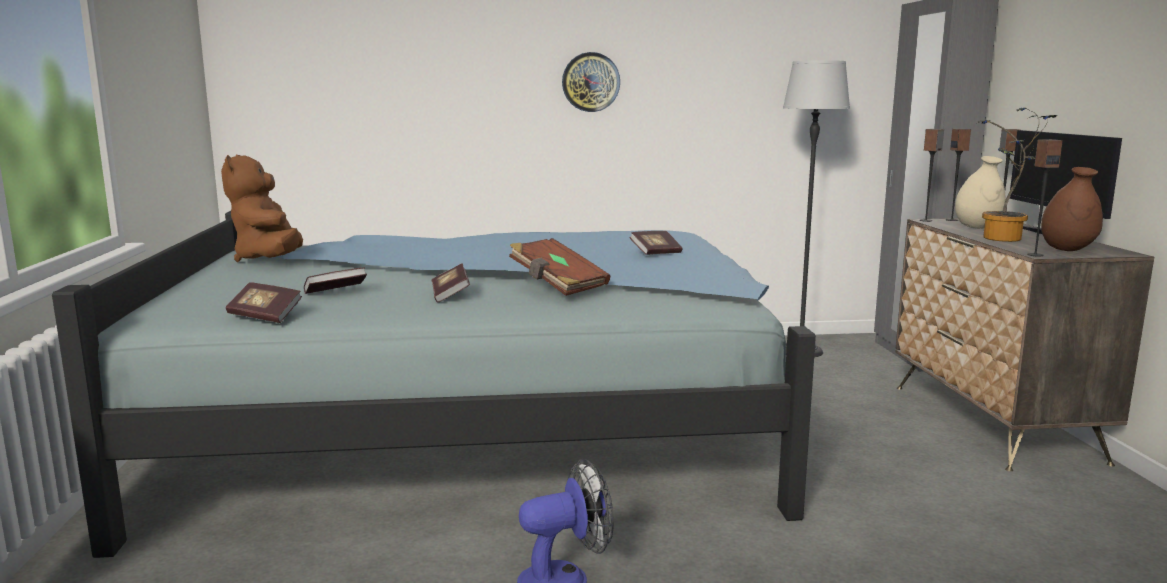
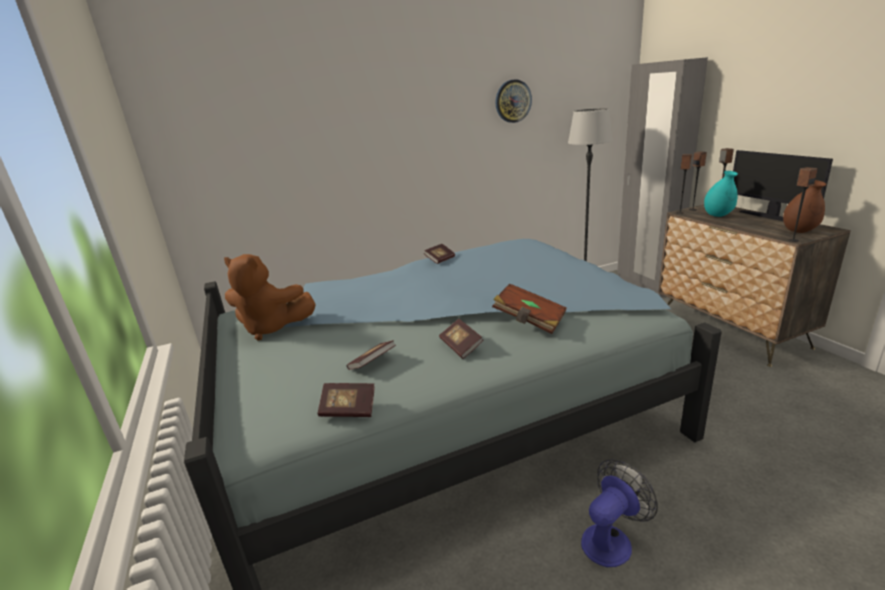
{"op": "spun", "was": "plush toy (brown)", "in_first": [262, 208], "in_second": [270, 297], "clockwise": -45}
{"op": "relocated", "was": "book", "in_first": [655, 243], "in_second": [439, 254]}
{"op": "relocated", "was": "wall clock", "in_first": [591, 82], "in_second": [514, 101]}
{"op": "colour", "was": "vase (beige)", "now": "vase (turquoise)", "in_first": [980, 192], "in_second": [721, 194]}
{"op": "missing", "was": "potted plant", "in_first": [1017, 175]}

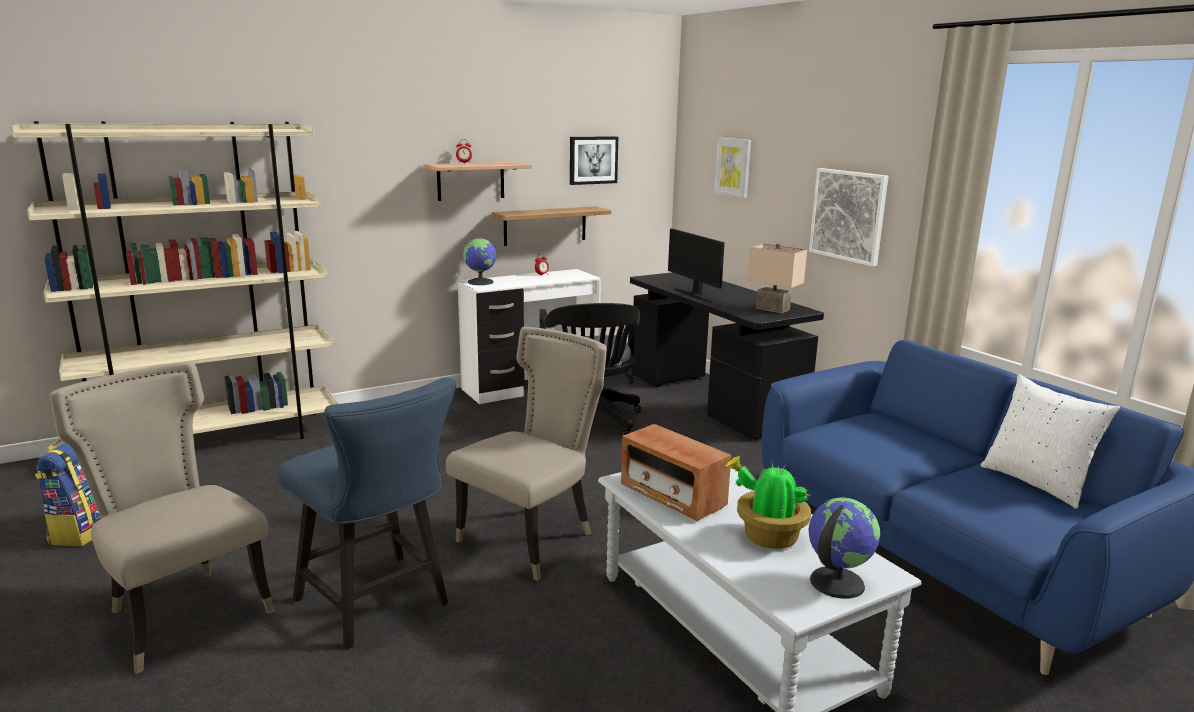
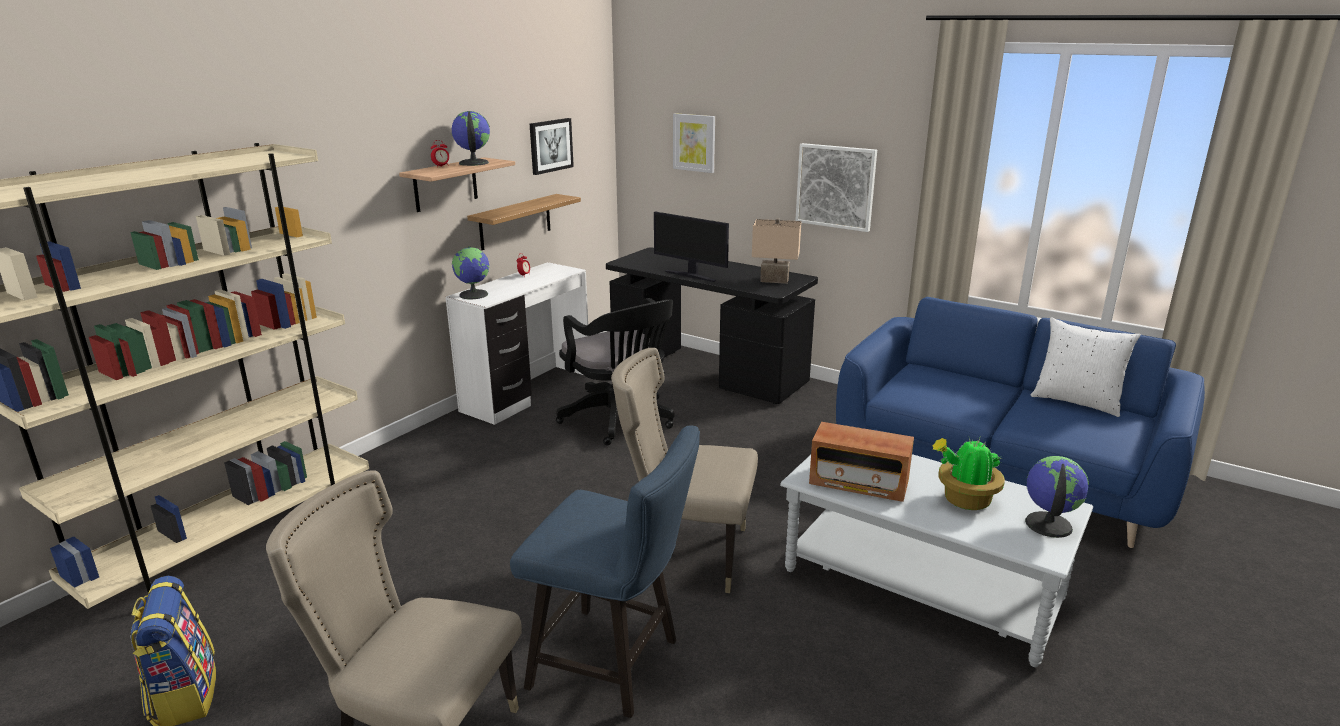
{"op": "appeared", "now": "globe", "in_second": [471, 138]}
{"op": "spun", "was": "chair (beige)", "in_first": [526, 454], "in_second": [684, 470], "clockwise": -90}

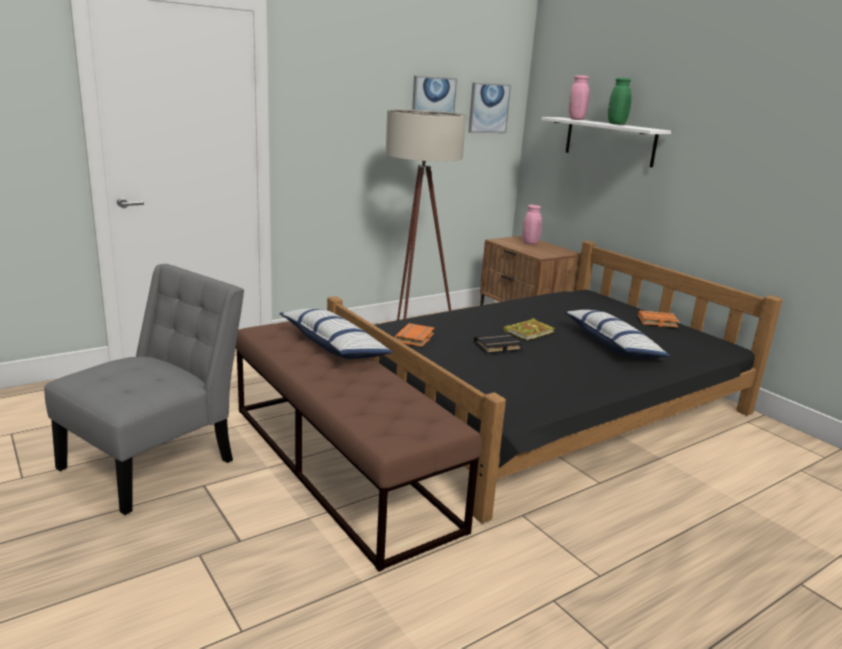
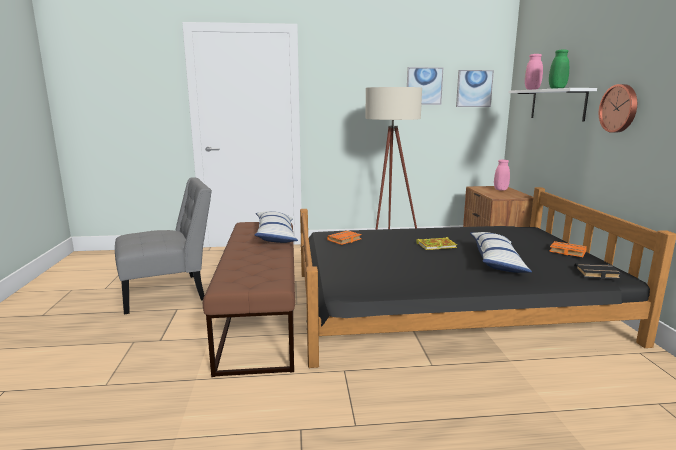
{"op": "relocated", "was": "book (black)", "in_first": [498, 344], "in_second": [598, 271]}
{"op": "appeared", "now": "wall clock", "in_second": [618, 108]}

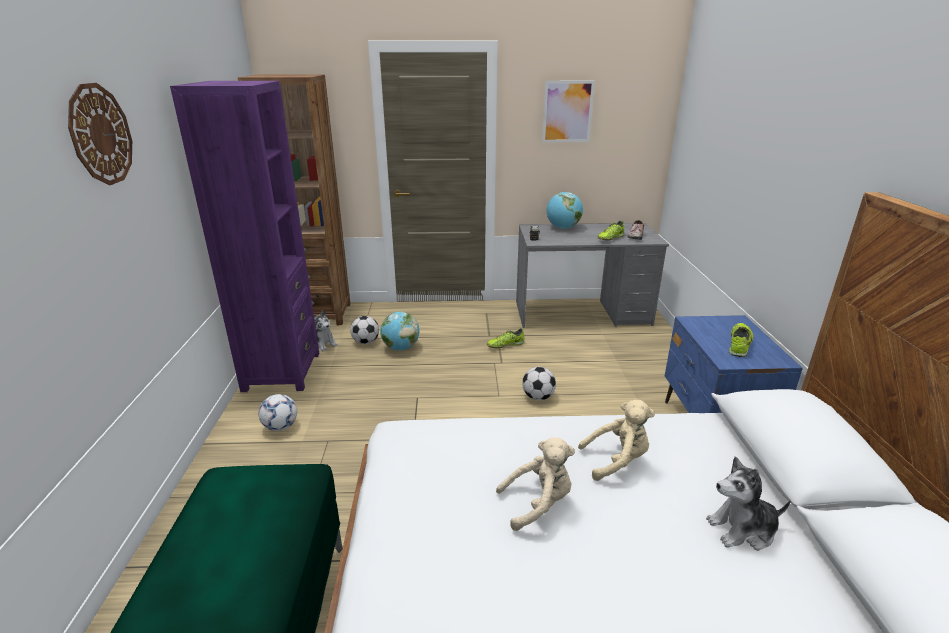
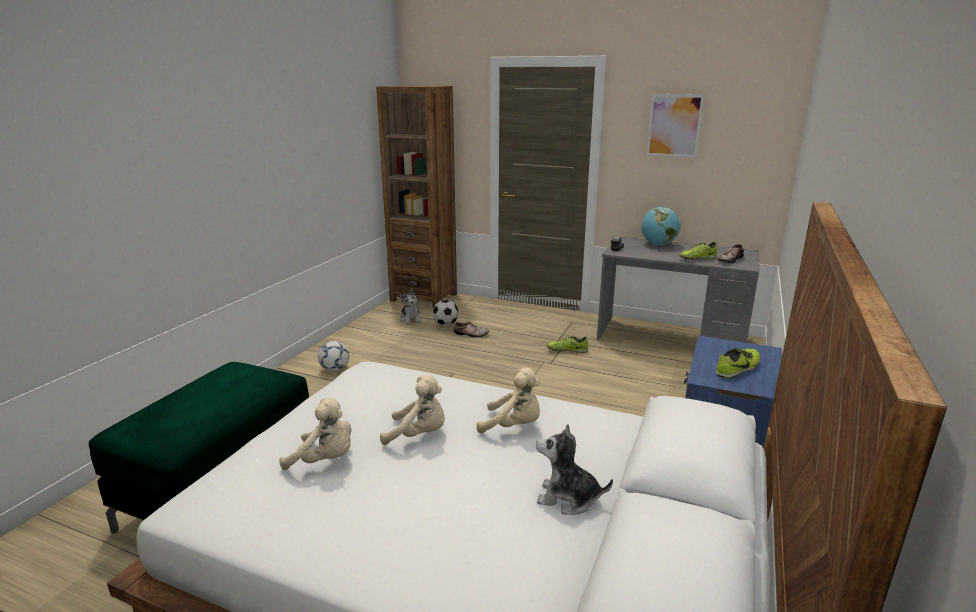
{"op": "appeared", "now": "plush toy (beige)", "in_second": [315, 434]}
{"op": "exchanged", "was": "globe", "now": "shoe", "in_first": [399, 331], "in_second": [471, 330]}
{"op": "missing", "was": "wall clock", "in_first": [100, 134]}
{"op": "missing", "was": "bookcase (purple)", "in_first": [244, 236]}
{"op": "missing", "was": "football", "in_first": [539, 383]}

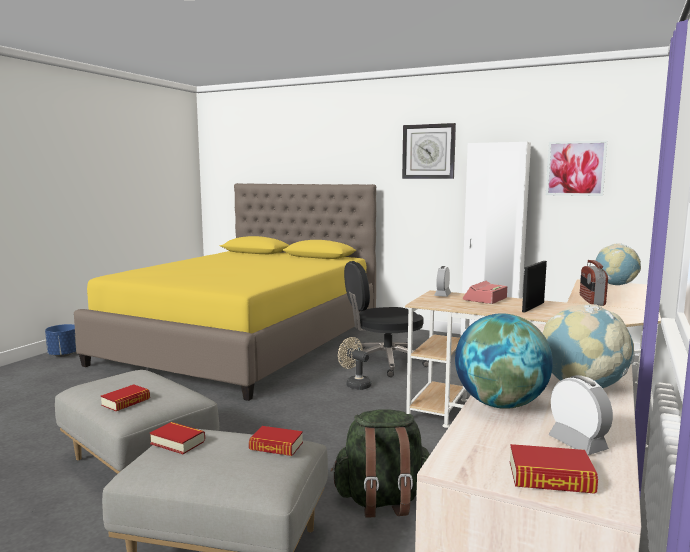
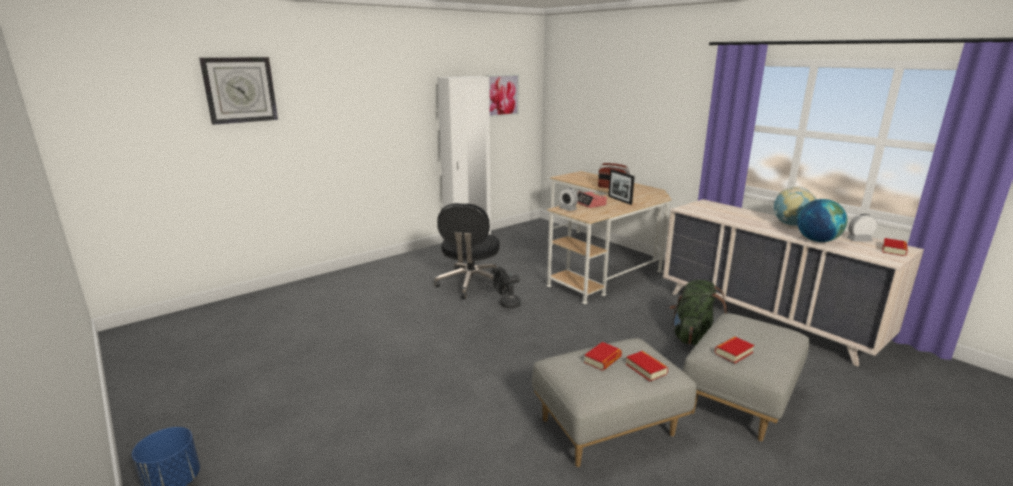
{"op": "relocated", "was": "wall clock", "in_first": [429, 151], "in_second": [238, 91]}
{"op": "colour", "was": "fan (beige)", "now": "fan (black)", "in_first": [355, 363], "in_second": [507, 288]}
{"op": "relocated", "was": "book", "in_first": [276, 441], "in_second": [603, 356]}
{"op": "missing", "was": "bed (yellow)", "in_first": [225, 292]}
{"op": "missing", "was": "globe", "in_first": [618, 264]}

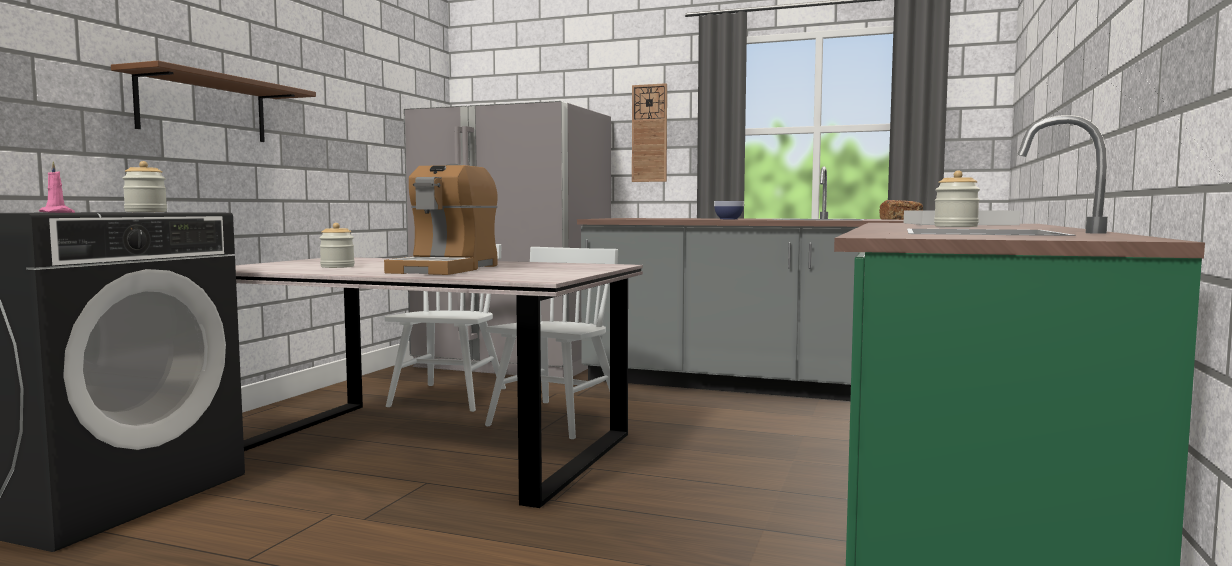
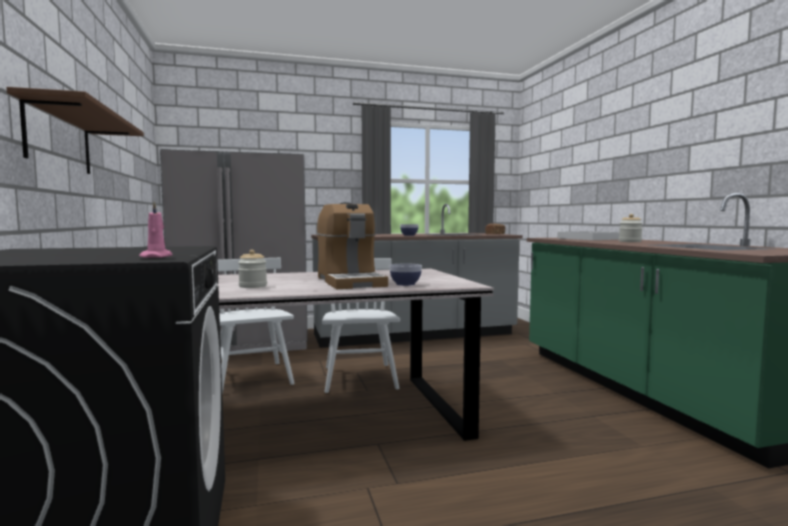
{"op": "appeared", "now": "bowl", "in_second": [406, 275]}
{"op": "missing", "was": "jar", "in_first": [144, 186]}
{"op": "missing", "was": "wall clock", "in_first": [649, 132]}

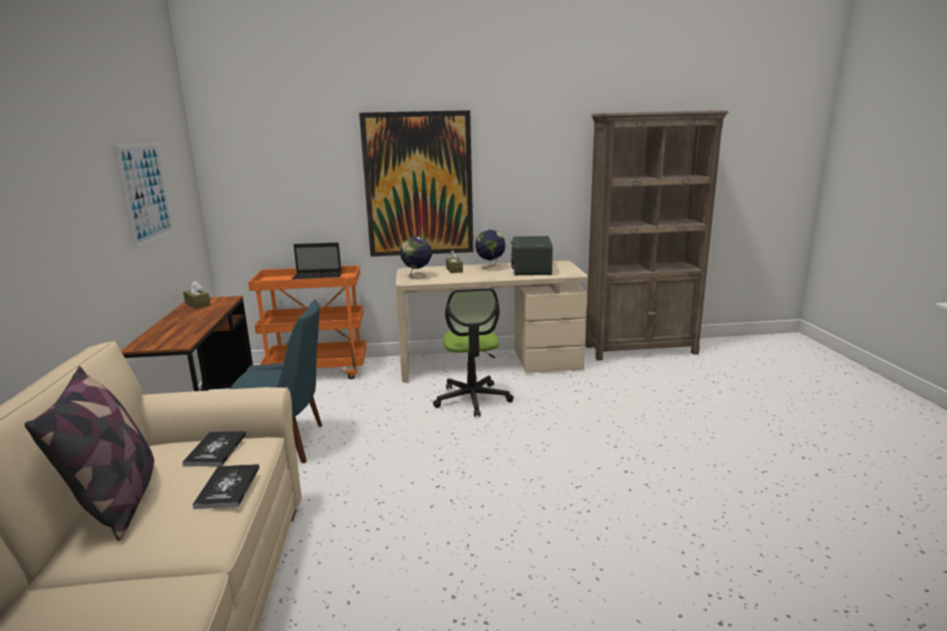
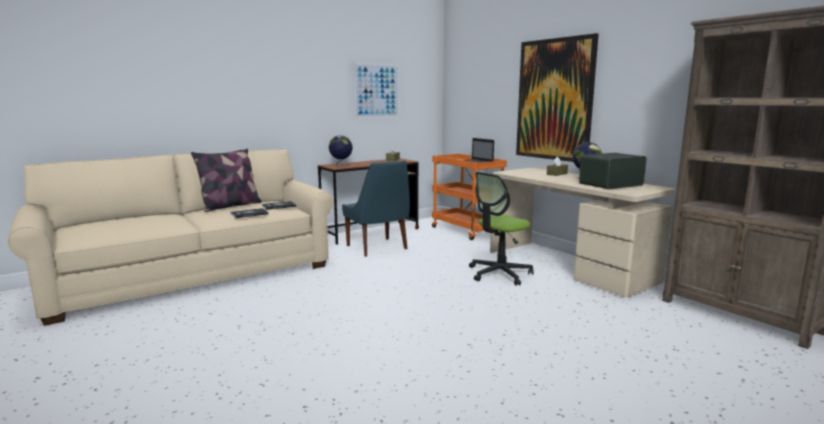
{"op": "relocated", "was": "globe", "in_first": [416, 257], "in_second": [341, 151]}

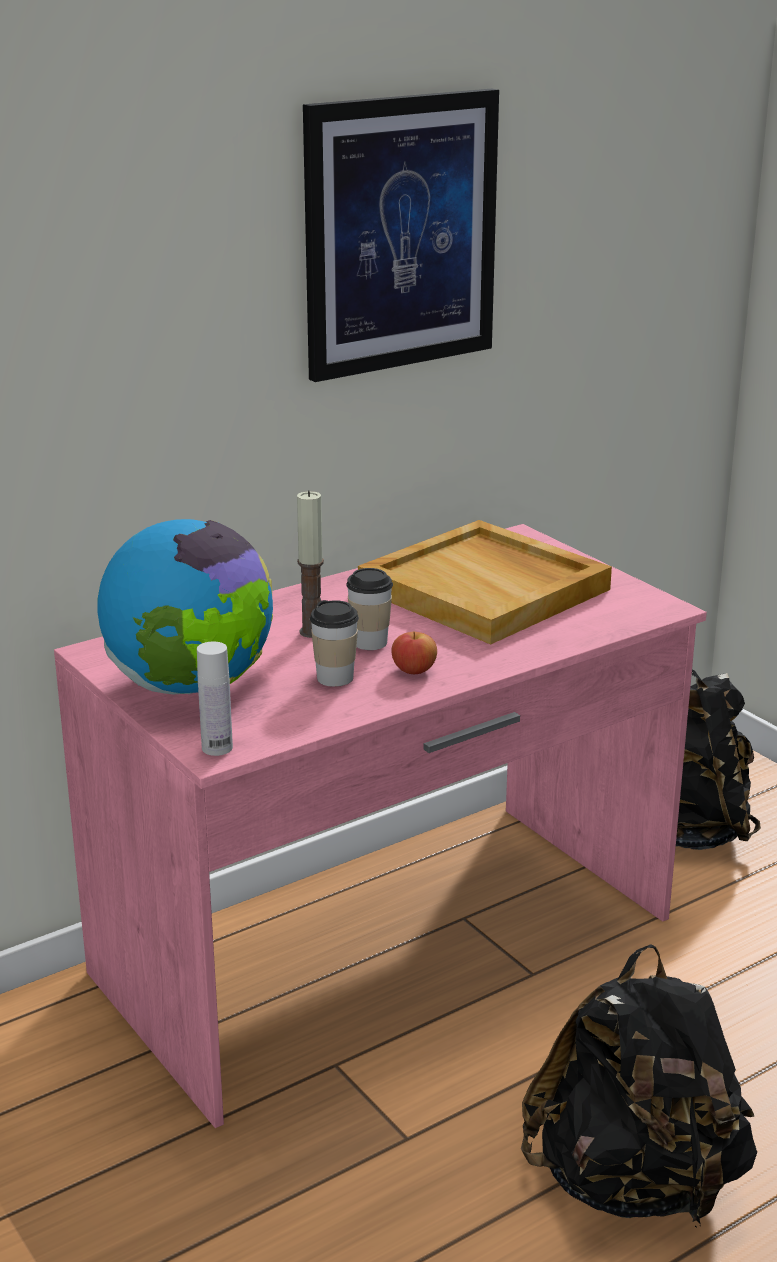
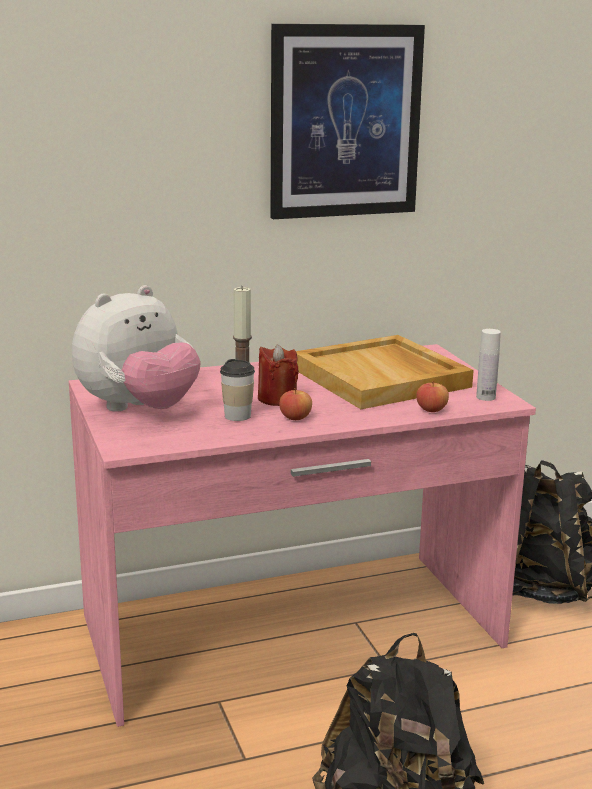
{"op": "exchanged", "was": "globe", "now": "plush toy", "in_first": [185, 606], "in_second": [136, 348]}
{"op": "exchanged", "was": "cup", "now": "candle (red)", "in_first": [369, 609], "in_second": [278, 375]}
{"op": "appeared", "now": "apple", "in_second": [432, 396]}
{"op": "relocated", "was": "bottle (white)", "in_first": [215, 699], "in_second": [488, 365]}

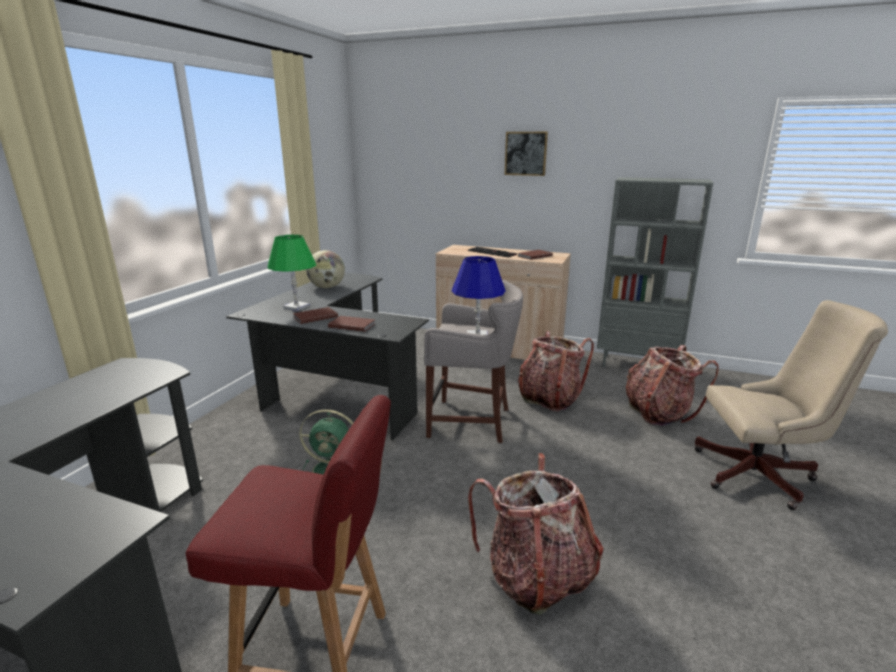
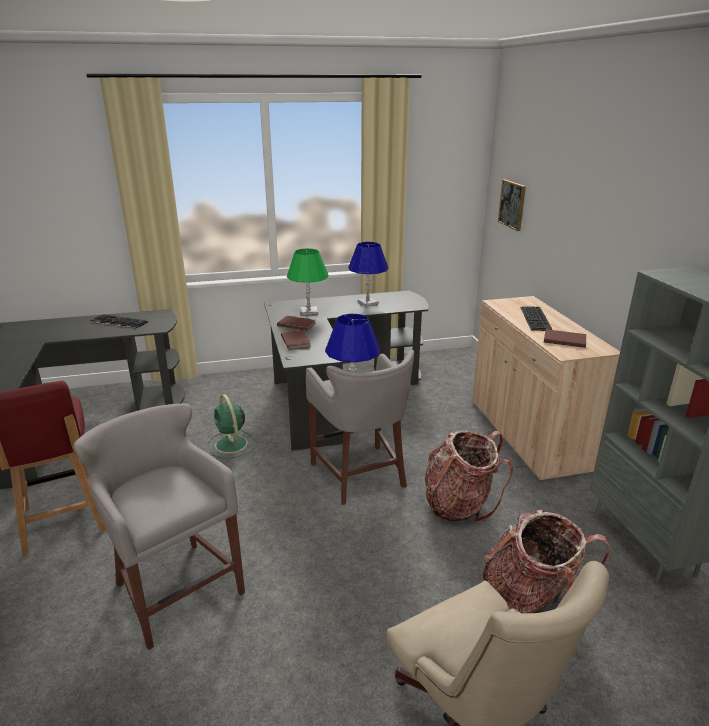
{"op": "exchanged", "was": "backpack", "now": "stool (grey)", "in_first": [536, 534], "in_second": [159, 526]}
{"op": "appeared", "now": "keyboard", "in_second": [119, 321]}
{"op": "exchanged", "was": "globe", "now": "table lamp (blue)", "in_first": [325, 269], "in_second": [368, 274]}
{"op": "relocated", "was": "picture", "in_first": [526, 154], "in_second": [512, 205]}

